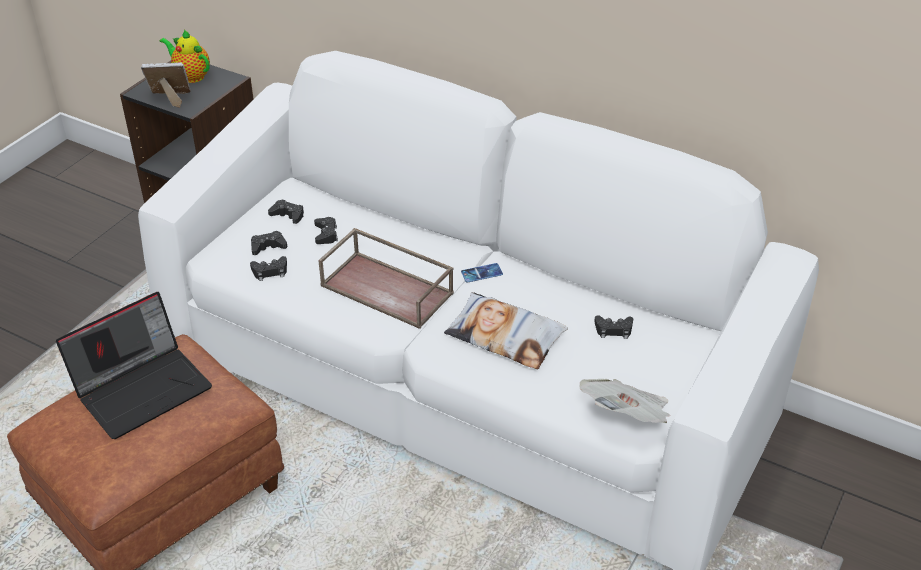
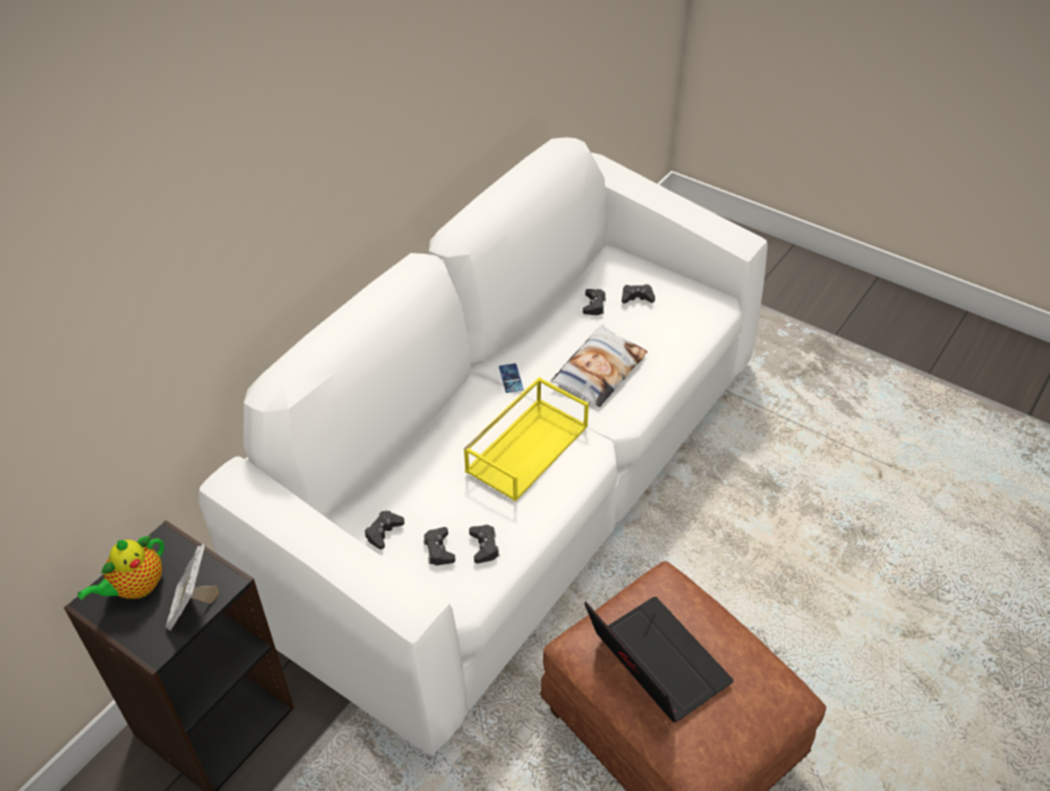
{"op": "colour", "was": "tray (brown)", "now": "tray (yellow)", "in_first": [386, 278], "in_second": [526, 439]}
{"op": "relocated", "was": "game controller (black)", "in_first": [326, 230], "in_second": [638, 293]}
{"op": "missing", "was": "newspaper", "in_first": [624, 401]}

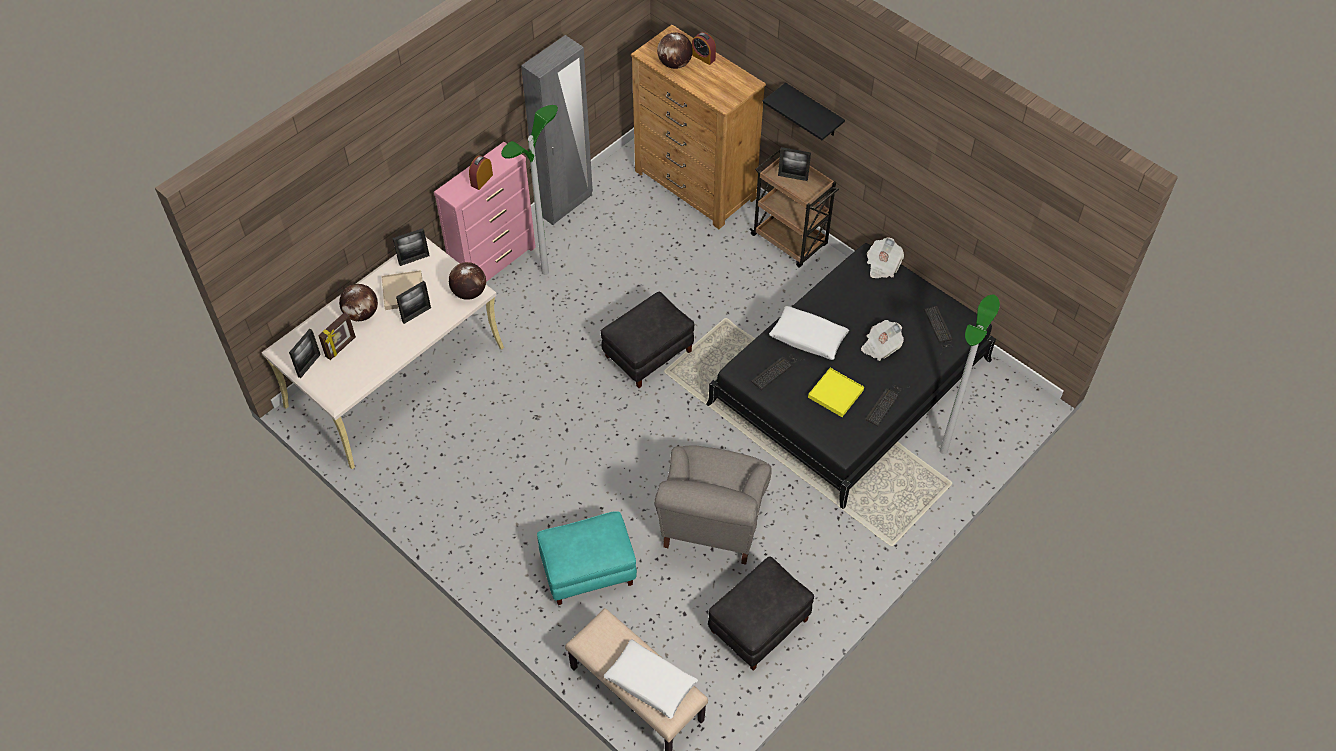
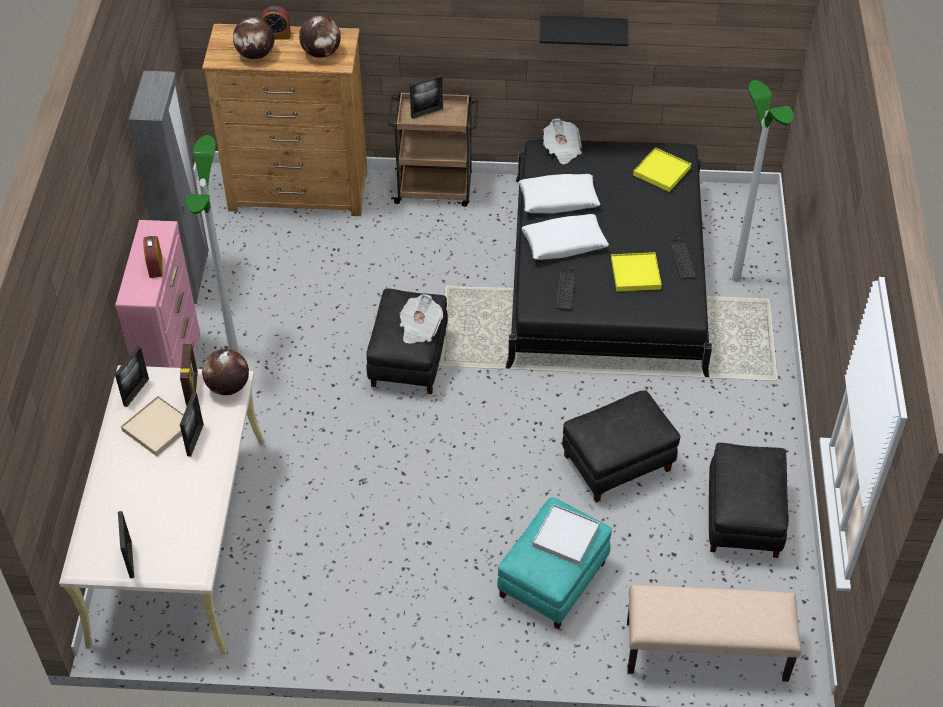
{"op": "relocated", "was": "picture frame", "in_first": [337, 336], "in_second": [189, 375]}
{"op": "relocated", "was": "globe", "in_first": [358, 302], "in_second": [320, 37]}
{"op": "relocated", "was": "newspaper", "in_first": [882, 340], "in_second": [421, 318]}
{"op": "relocated", "was": "pillow (white)", "in_first": [651, 679], "in_second": [559, 194]}
{"op": "appeared", "now": "tray (white)", "in_second": [566, 534]}
{"op": "relocated", "was": "shelf (black)", "in_first": [803, 111], "in_second": [583, 31]}
{"op": "exchanged", "was": "armchair (grey)", "now": "ottoman (black)", "in_first": [713, 505], "in_second": [621, 446]}
{"op": "exchanged", "was": "keyboard", "now": "tray (yellow)", "in_first": [938, 330], "in_second": [662, 169]}

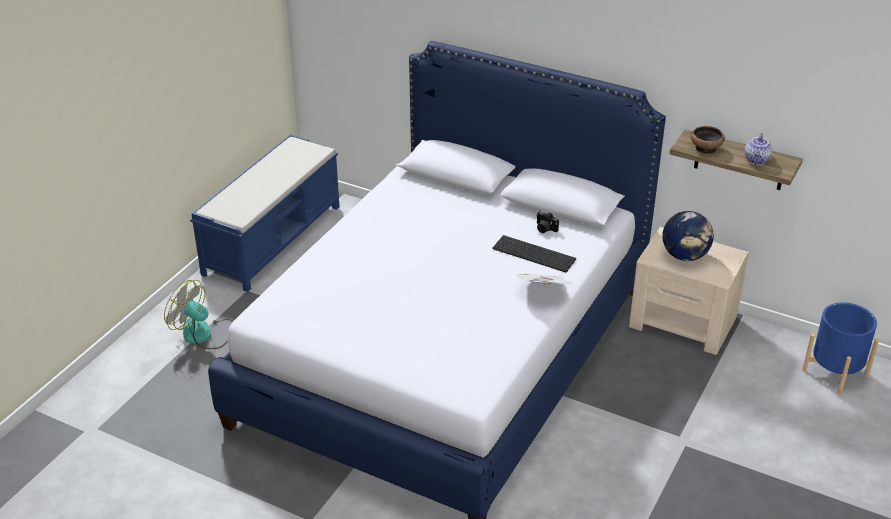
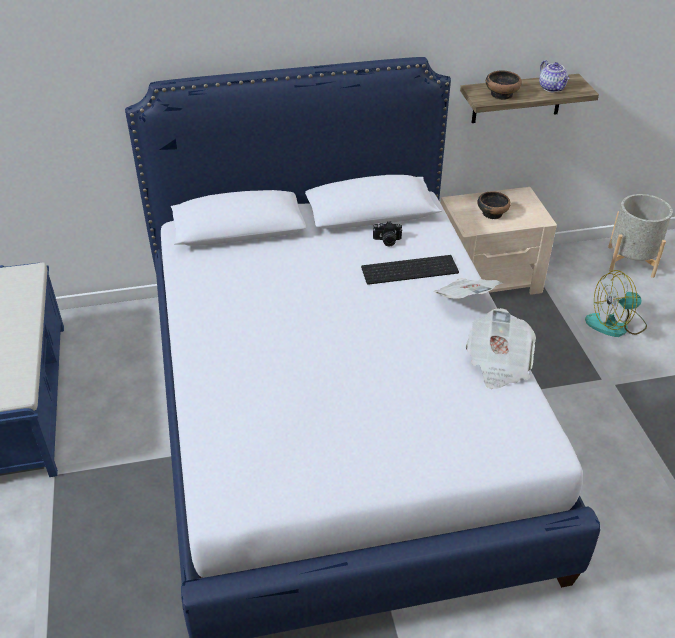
{"op": "appeared", "now": "newspaper", "in_second": [501, 348]}
{"op": "exchanged", "was": "globe", "now": "bowl", "in_first": [688, 236], "in_second": [494, 205]}
{"op": "relocated", "was": "fan", "in_first": [198, 314], "in_second": [616, 303]}
{"op": "colour", "was": "planter (blue)", "now": "planter (grey)", "in_first": [840, 348], "in_second": [640, 236]}

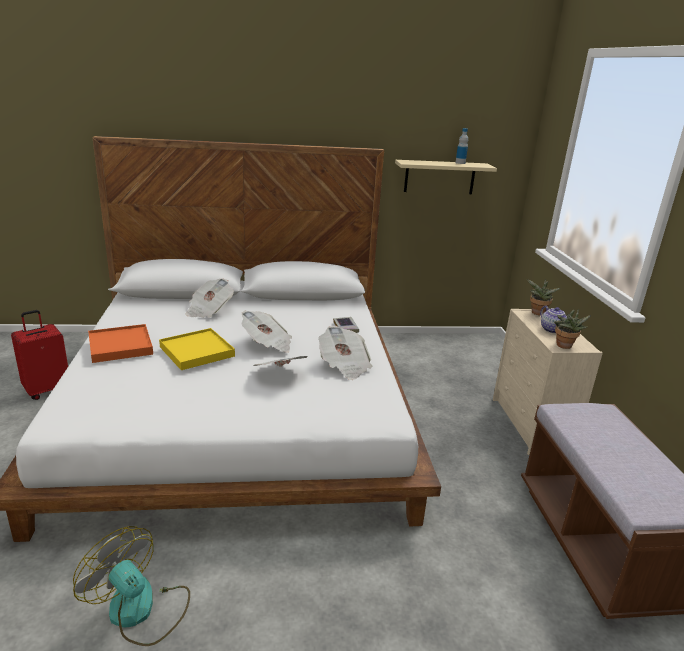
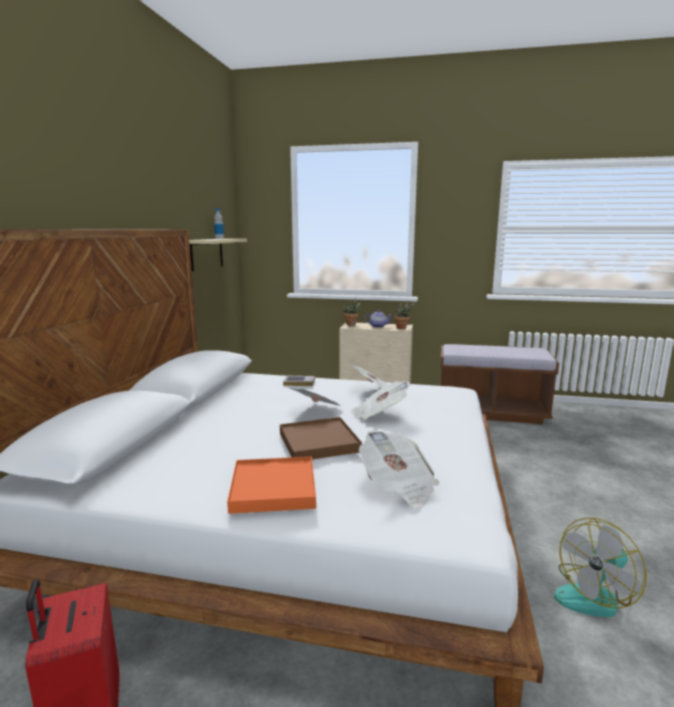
{"op": "colour", "was": "tray (yellow)", "now": "tray (brown)", "in_first": [197, 349], "in_second": [321, 438]}
{"op": "relocated", "was": "newspaper", "in_first": [209, 298], "in_second": [399, 469]}

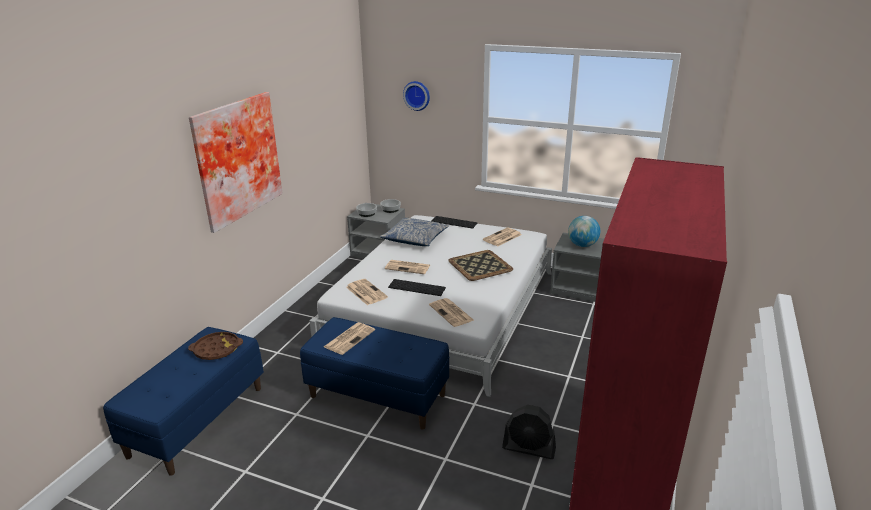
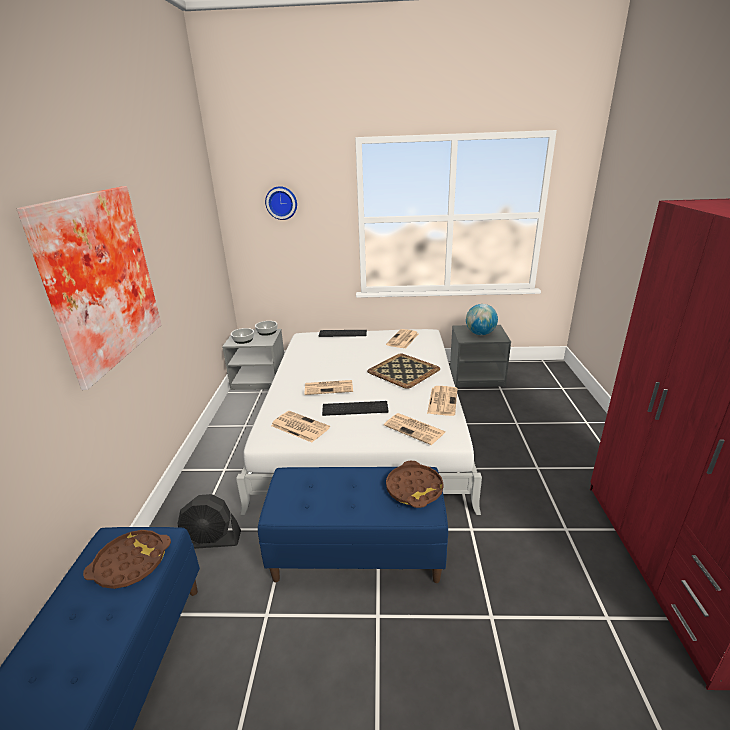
{"op": "relocated", "was": "fan (black)", "in_first": [529, 432], "in_second": [209, 521]}
{"op": "appeared", "now": "tray (brown)", "in_second": [415, 484]}
{"op": "relocated", "was": "newspaper", "in_first": [349, 338], "in_second": [442, 401]}
{"op": "missing", "was": "pillow", "in_first": [414, 232]}

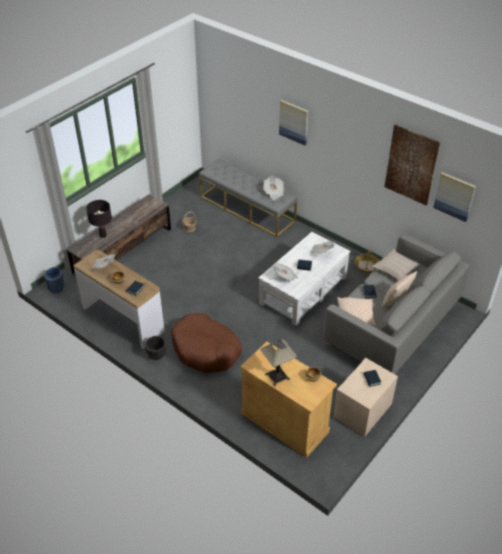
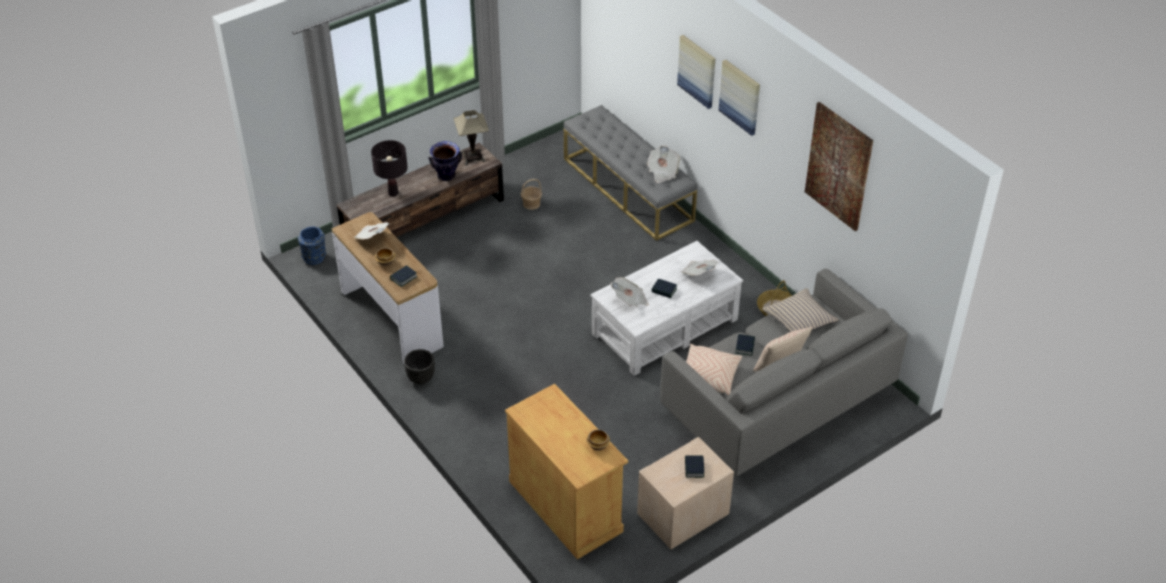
{"op": "appeared", "now": "vase", "in_second": [445, 161]}
{"op": "relocated", "was": "table lamp", "in_first": [278, 363], "in_second": [471, 137]}
{"op": "relocated", "was": "picture", "in_first": [454, 197], "in_second": [739, 98]}
{"op": "missing", "was": "dog bed (brown)", "in_first": [206, 343]}

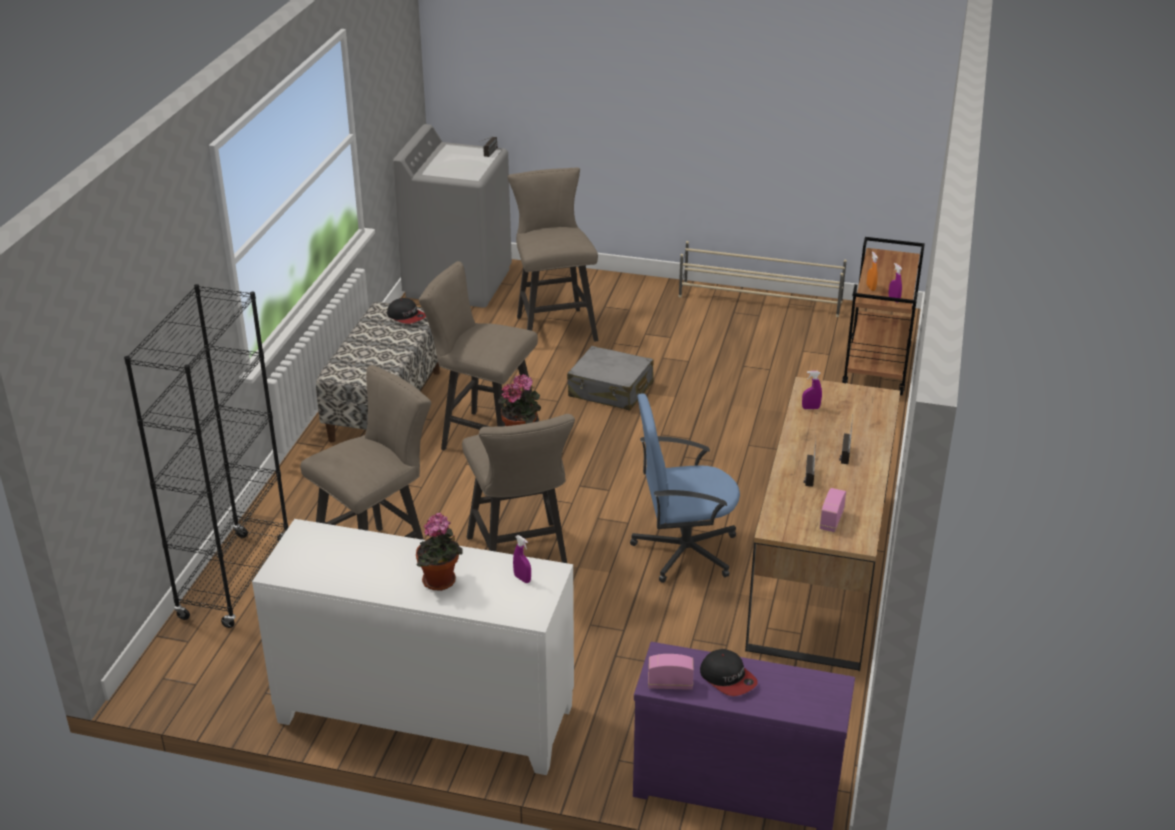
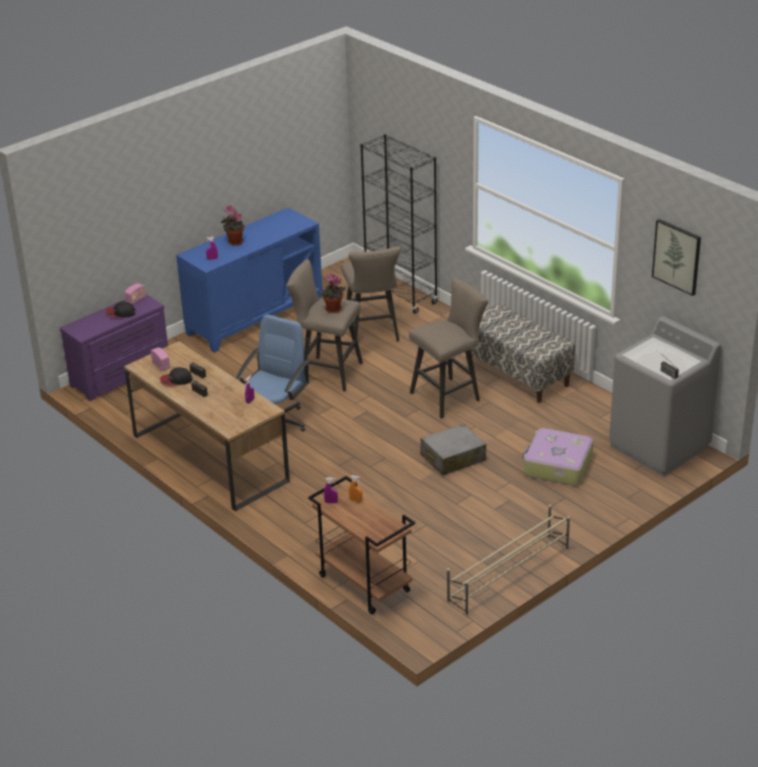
{"op": "relocated", "was": "cap", "in_first": [406, 311], "in_second": [176, 376]}
{"op": "colour", "was": "cabinet (white)", "now": "cabinet (blue)", "in_first": [413, 647], "in_second": [249, 280]}
{"op": "exchanged", "was": "stool (beige)", "now": "suitcase", "in_first": [552, 254], "in_second": [557, 456]}
{"op": "appeared", "now": "picture", "in_second": [676, 257]}

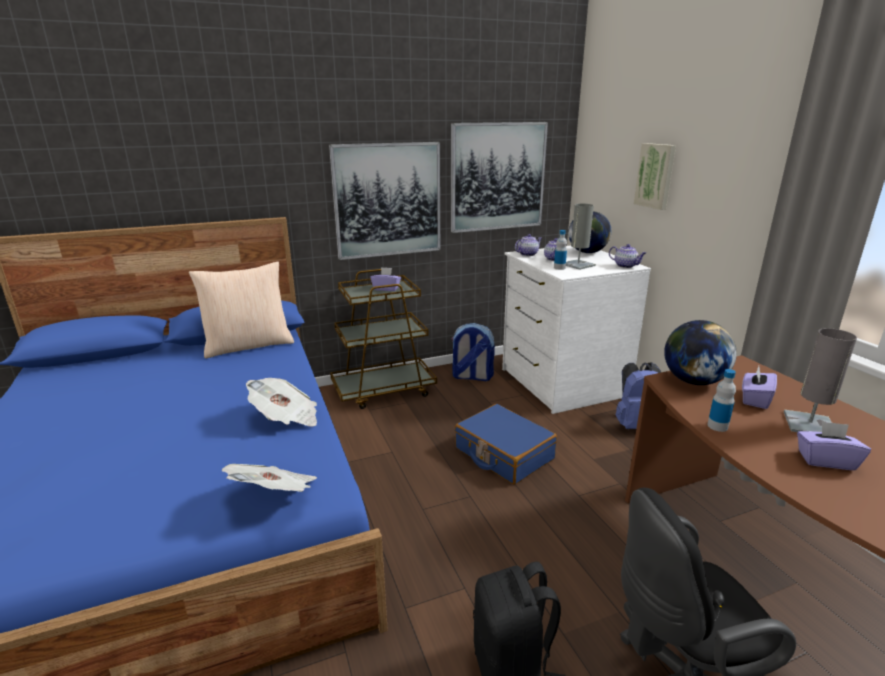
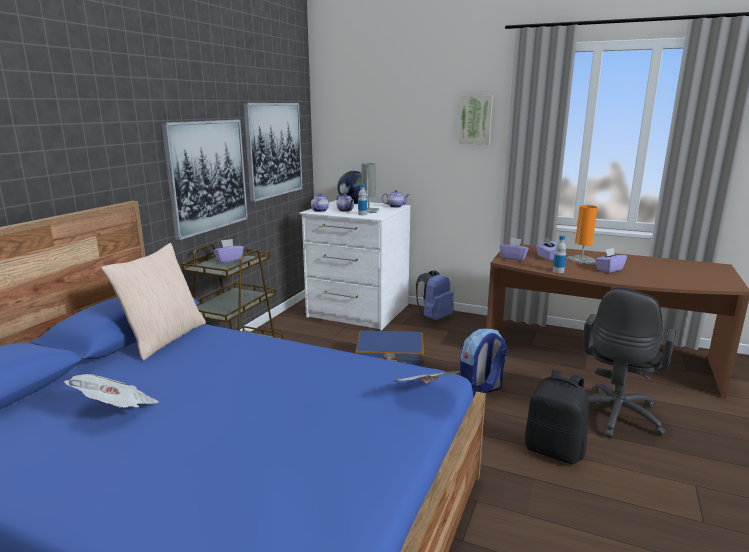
{"op": "relocated", "was": "newspaper", "in_first": [281, 402], "in_second": [111, 391]}
{"op": "relocated", "was": "picture", "in_first": [655, 176], "in_second": [475, 120]}
{"op": "relocated", "was": "backpack", "in_first": [473, 352], "in_second": [483, 363]}
{"op": "exchanged", "was": "globe", "now": "tissue box (purple)", "in_first": [700, 352], "in_second": [514, 249]}
{"op": "colour", "was": "table lamp (grey)", "now": "table lamp (orange)", "in_first": [820, 380], "in_second": [581, 234]}

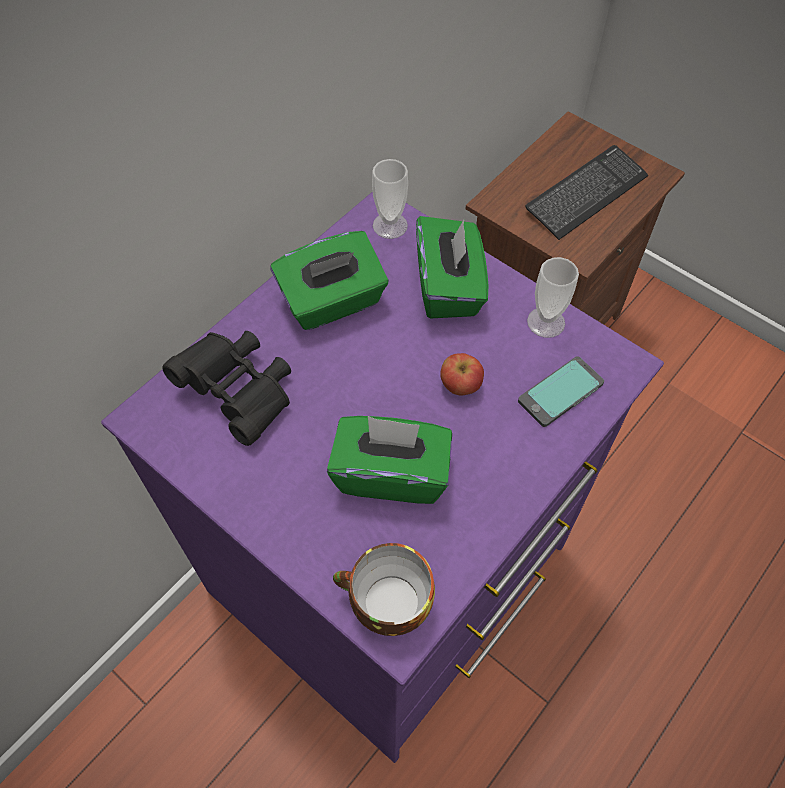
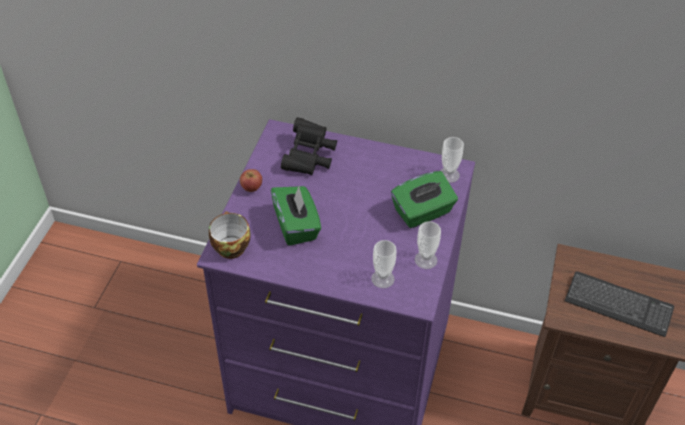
{"op": "relocated", "was": "apple", "in_first": [462, 374], "in_second": [251, 180]}
{"op": "exchanged", "was": "phone", "now": "cup", "in_first": [561, 391], "in_second": [383, 264]}
{"op": "missing", "was": "tissue box (green)", "in_first": [329, 280]}

